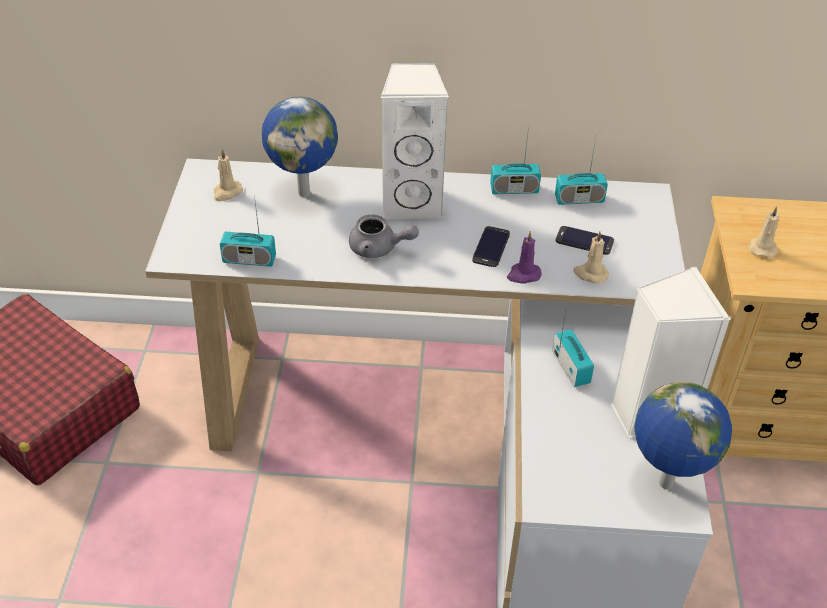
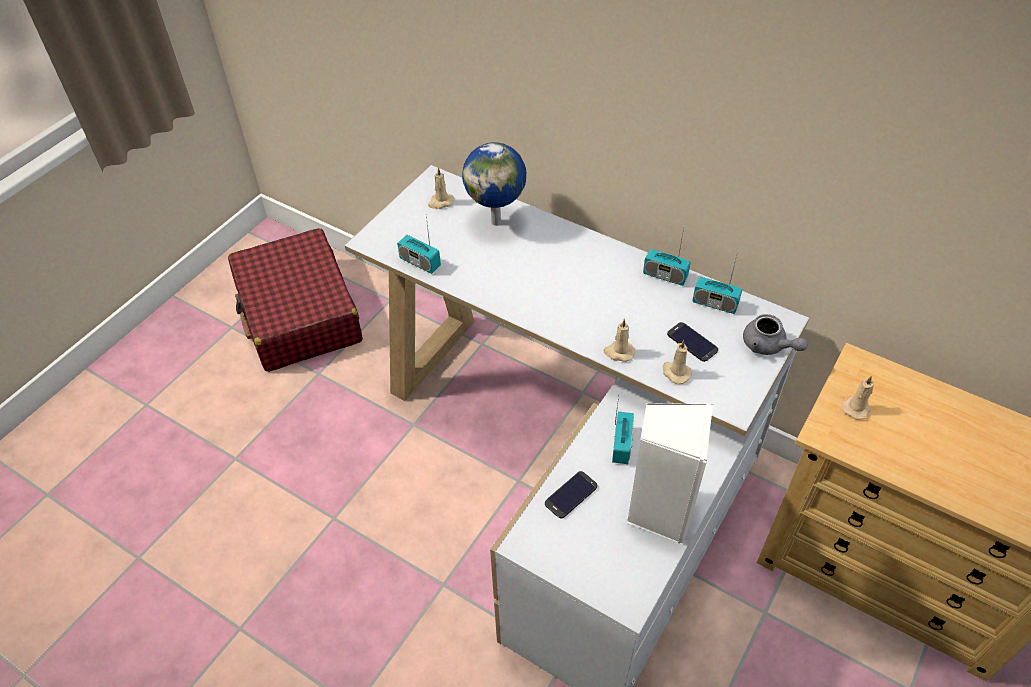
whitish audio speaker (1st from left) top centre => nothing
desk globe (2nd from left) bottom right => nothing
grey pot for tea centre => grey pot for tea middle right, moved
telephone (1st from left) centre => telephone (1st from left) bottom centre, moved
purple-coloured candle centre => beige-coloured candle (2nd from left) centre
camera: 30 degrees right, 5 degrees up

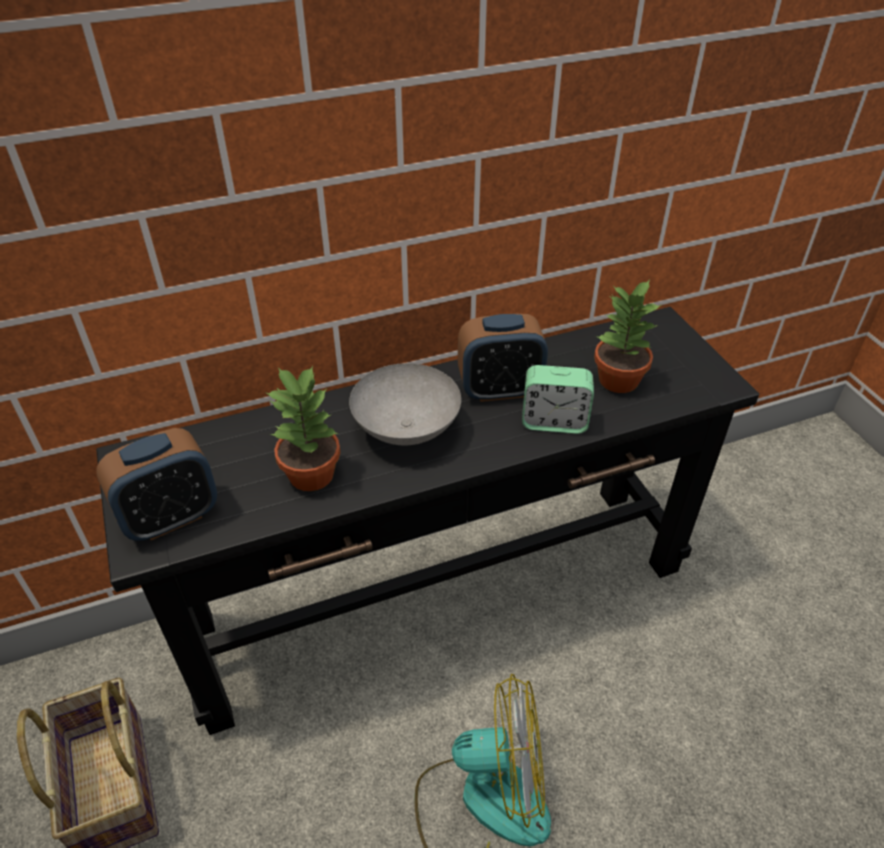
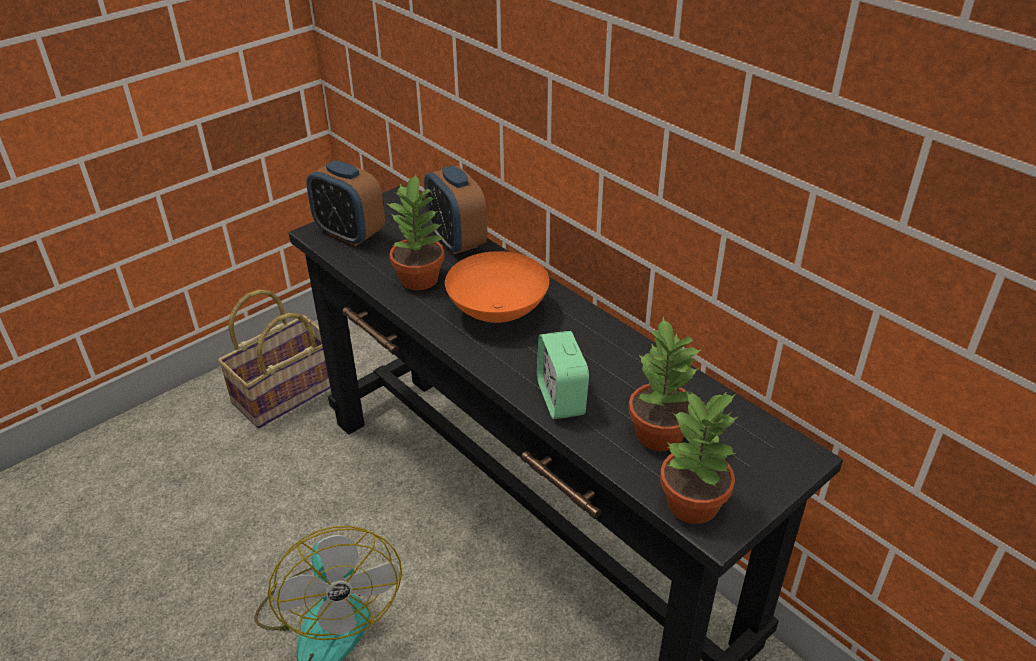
nothing => plant in a pot (3rd from left) bottom right
bedside clock (2nd from left) centre => bedside clock (2nd from left) top centre, moved
grey serving bowl centre => orange-coloured serving bowl centre
camera: 70 degrees right, 5 degrees down

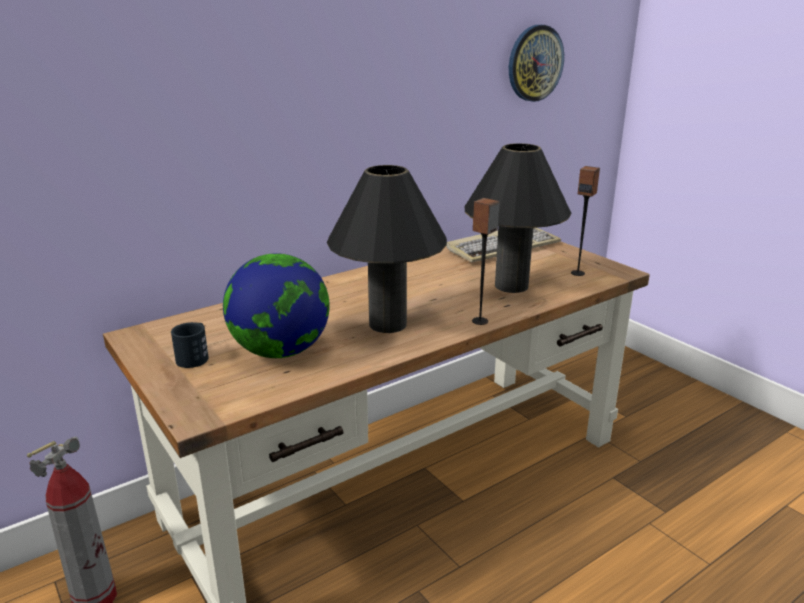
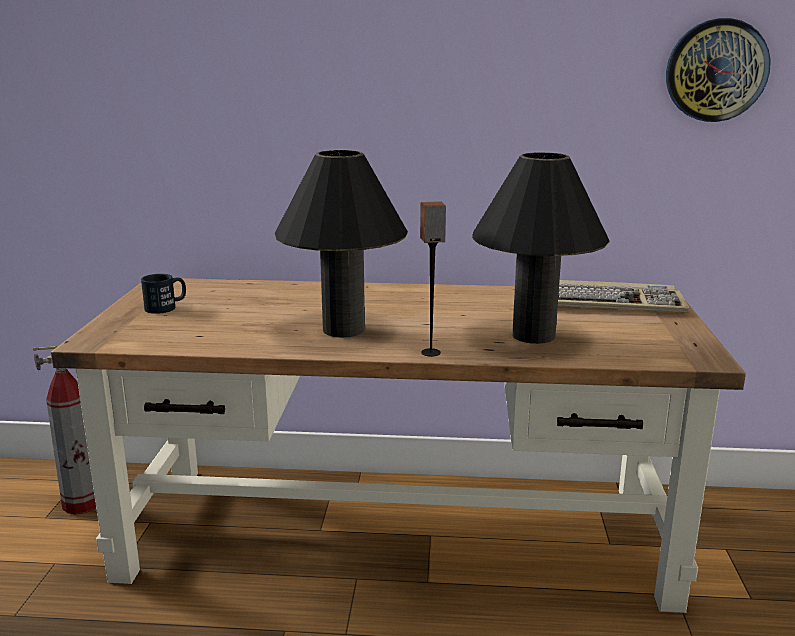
desk globe centre => nothing
audio speaker (2nd from left) middle right => nothing
camera: 40 degrees right, 5 degrees down

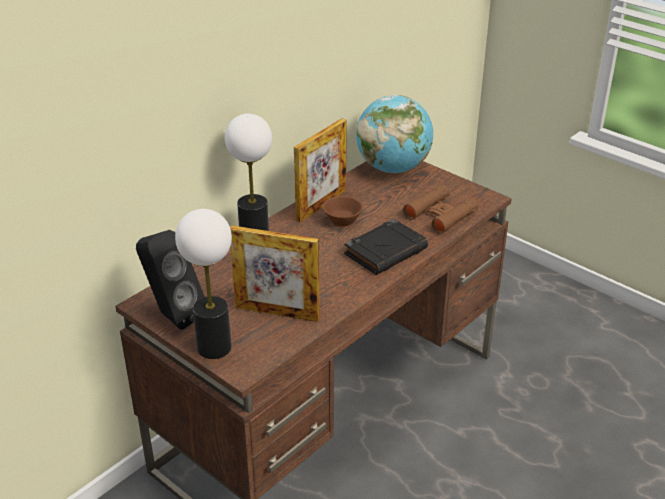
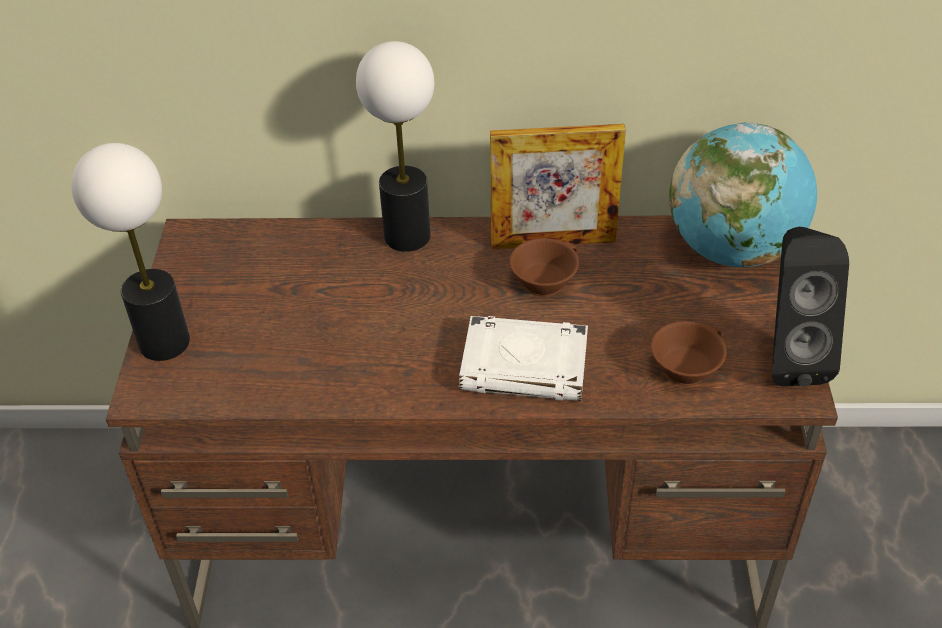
photo frame (1st from left) centre => nothing
black-coloured audio speaker middle left => black-coloured audio speaker middle right, moved
brown-coloured binoculars centre => brown-coloured small cup (2nd from left) middle right
black-coloured book centre => whitish book centre
camera: 50 degrees right, 10 degrees up

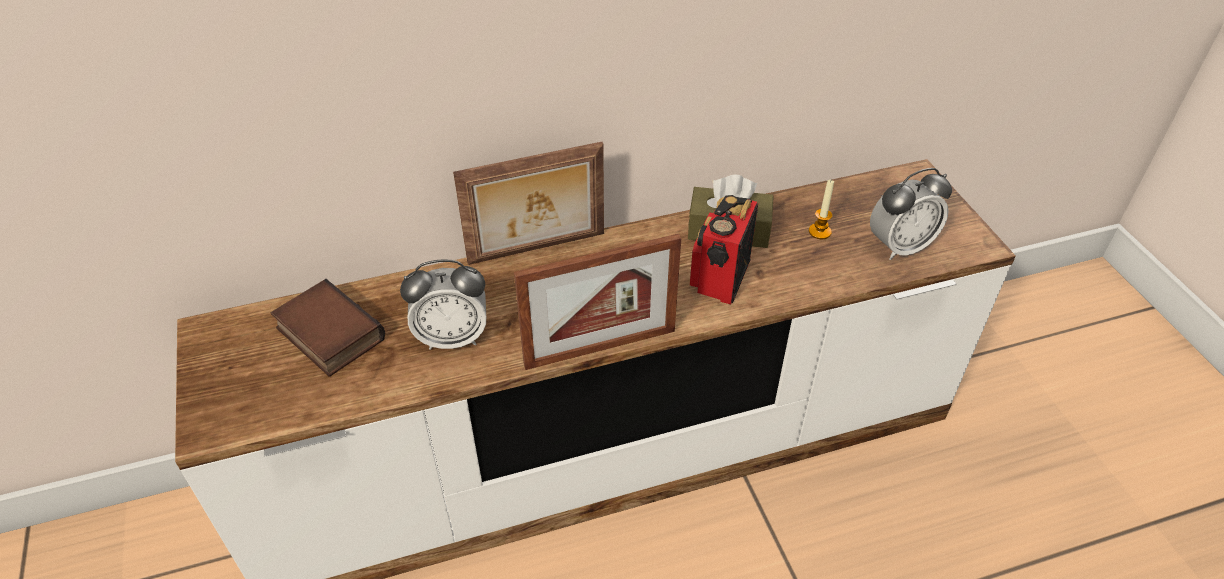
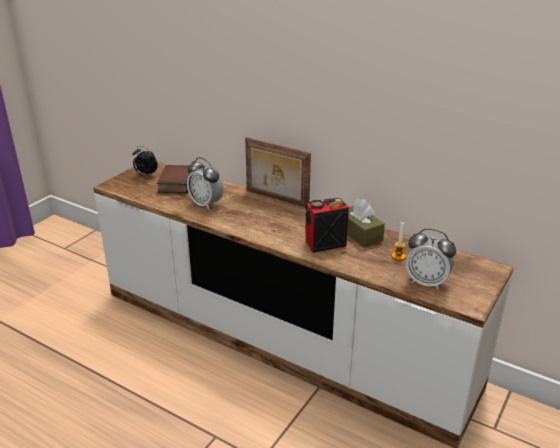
photo frame (2nd from left) centre => nothing
nothing => bedside clock (1st from left) middle left
camera: 50 degrees right, 15 degrees down

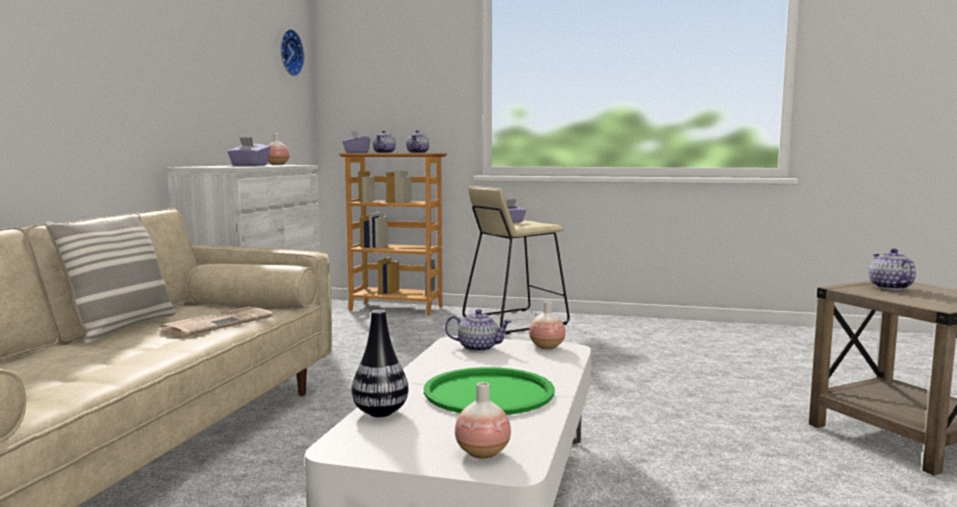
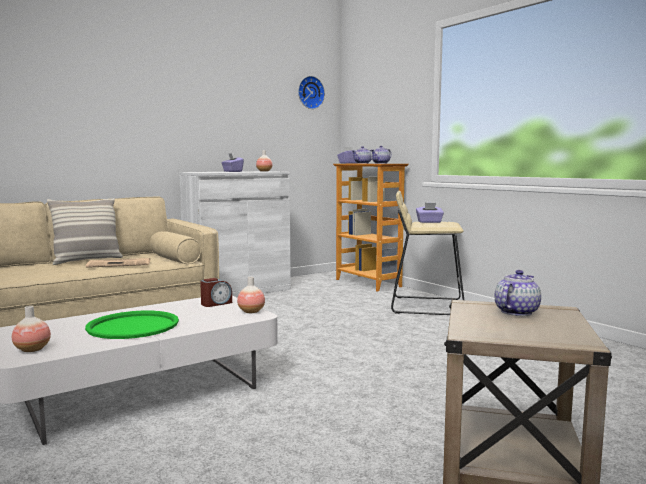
vase (2nd from left) bottom centre => nothing
pot for tea (3rd from left) centre => bedside clock centre
camera: 40 degrees right, 0 degrees up

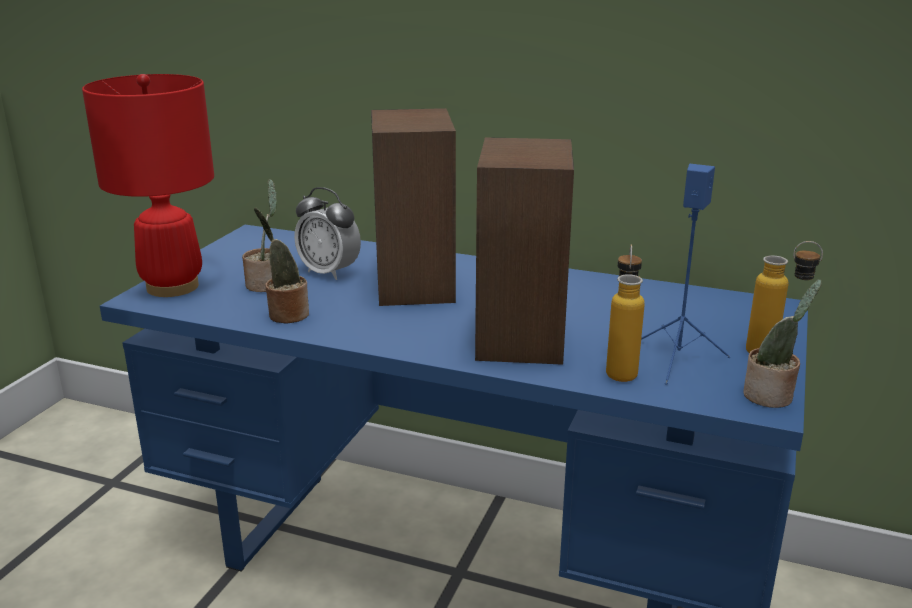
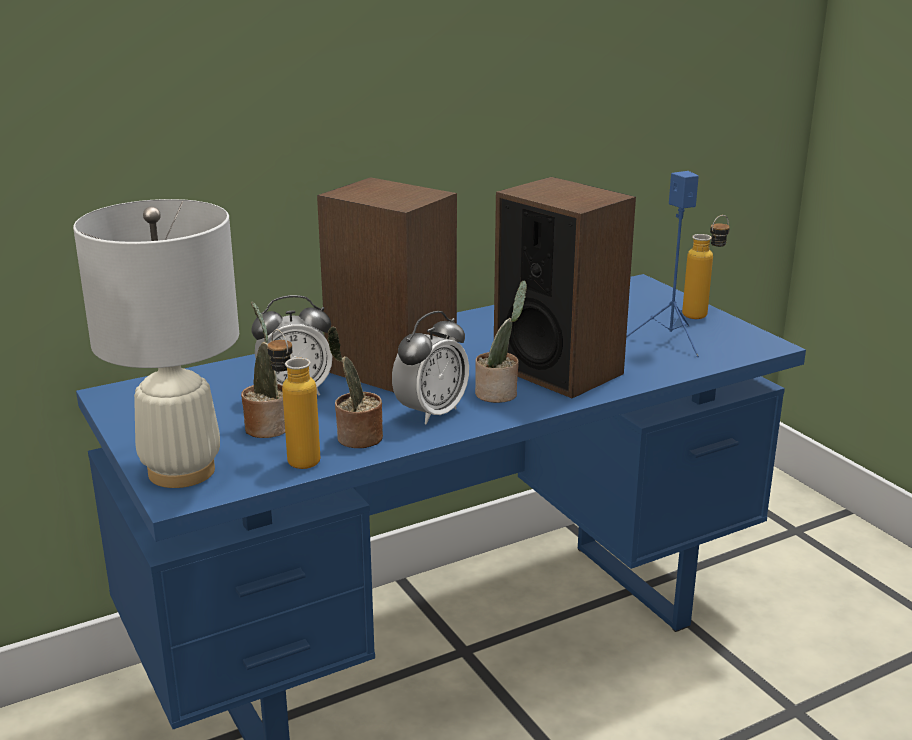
nothing => bedside clock (2nd from left) centre
beverage bottle (1st from left) middle right => beverage bottle (1st from left) middle left, moved
plant in a pot (3rd from left) middle right => plant in a pot (3rd from left) centre, moved
reddish tabletop lamp top left => whitish tabletop lamp middle left
camera: 50 degrees left, 0 degrees up

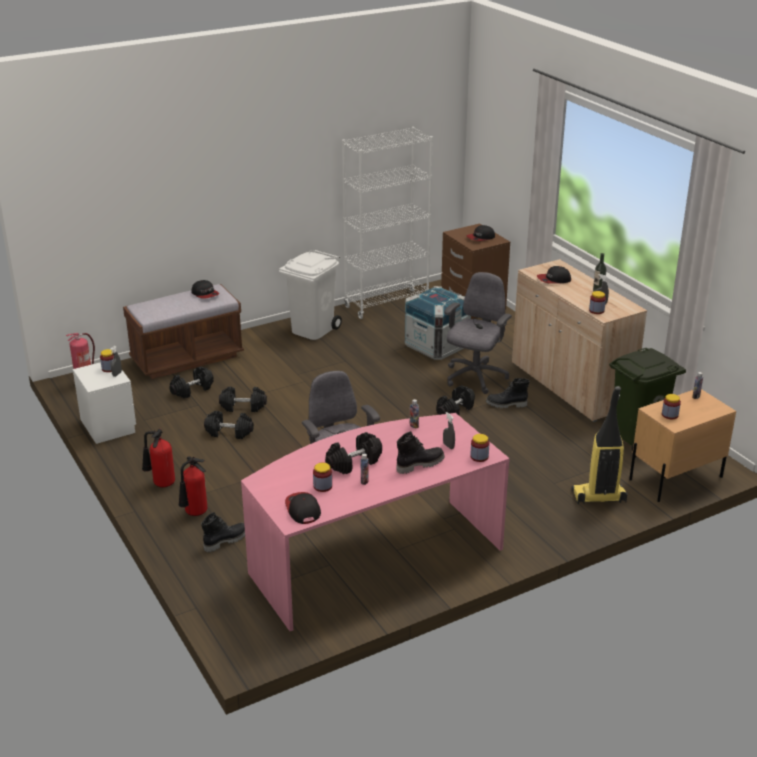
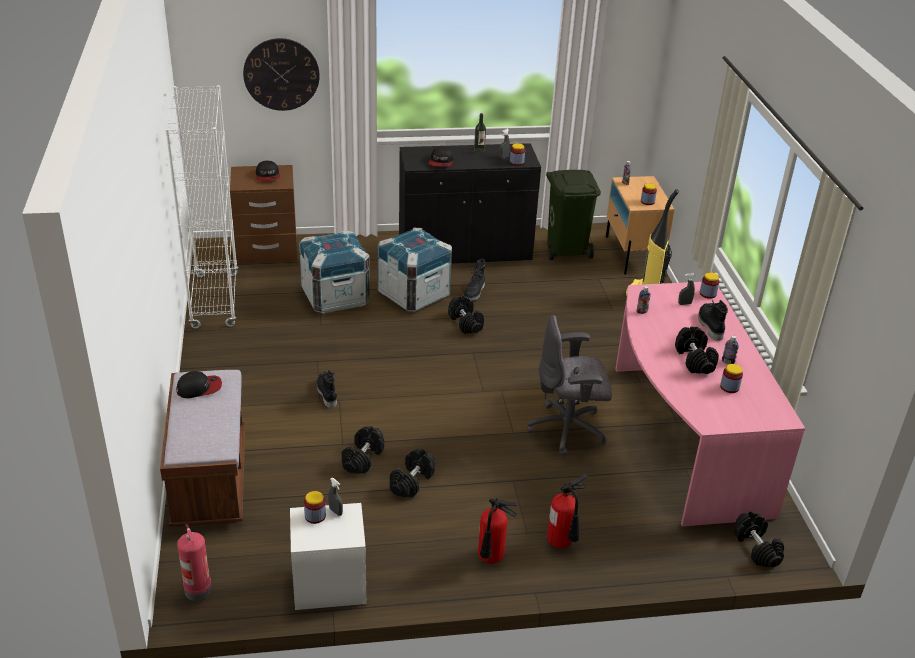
whitish waste bin centre => nothing
baseball cap (2nd from left) bottom centre => nothing
nothing => clock on the wall top left
black-coloured hand weight (1st from left in the first image) middle left => black-coloured hand weight (5th from left) bottom right, moved
black-coloured boot (1st from left) bottom left => black-coloured boot (1st from left) centre, moved
grey office chair (2nd from left) centre => shipping crate (2nd from left) centre
beige-coloured cupboard middle right => black-coloured cupboard top centre
camera: 70 degrees left, 5 degrees up

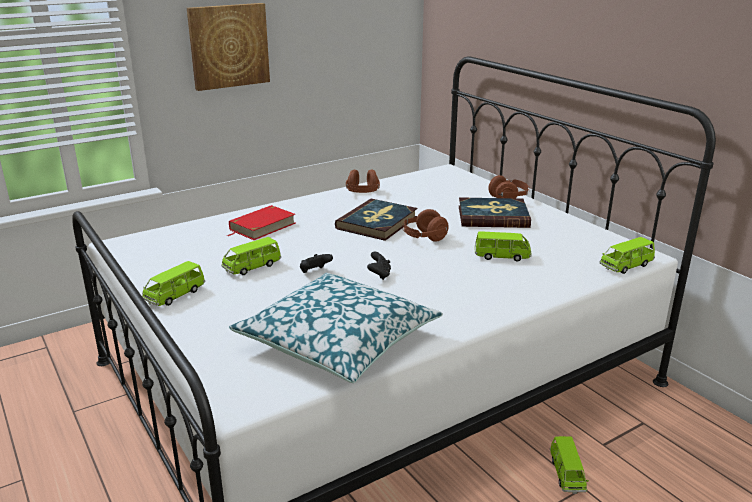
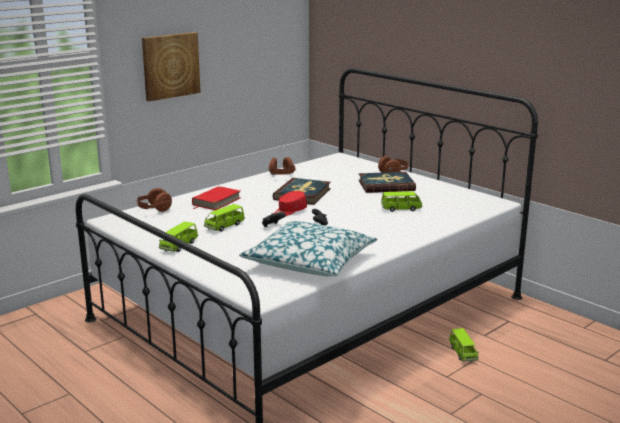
green-coloured miniature car (5th from left) middle right => nothing
nothing => reddish baseball cap centre
brown-coloured headset (2nd from left in the first image) centre => brown-coloured headset (1st from left) middle left, moved
camera: 10 degrees left, 5 degrees down

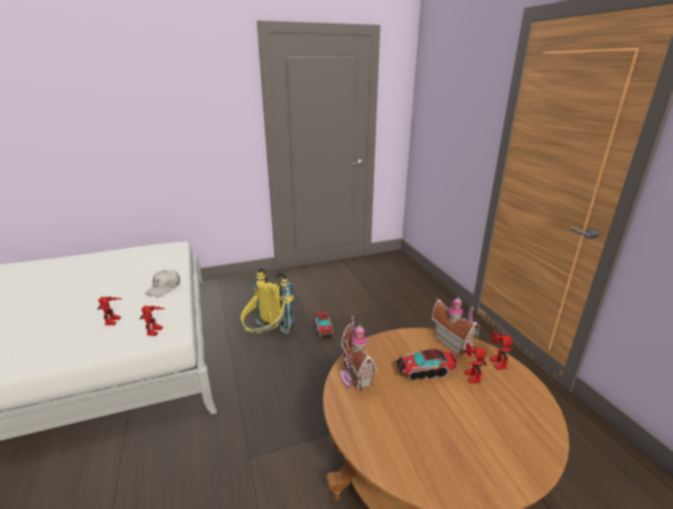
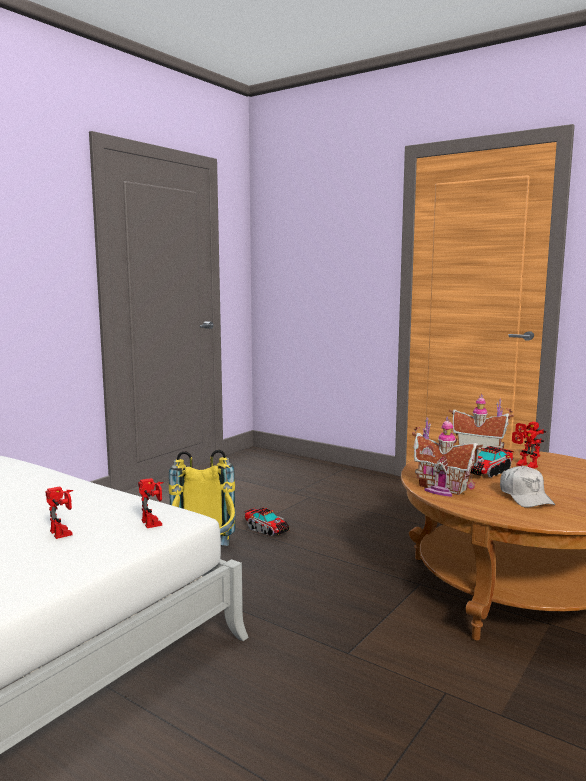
whitish baseball cap middle left => whitish baseball cap middle right, moved
camera: 35 degrees left, 15 degrees down

